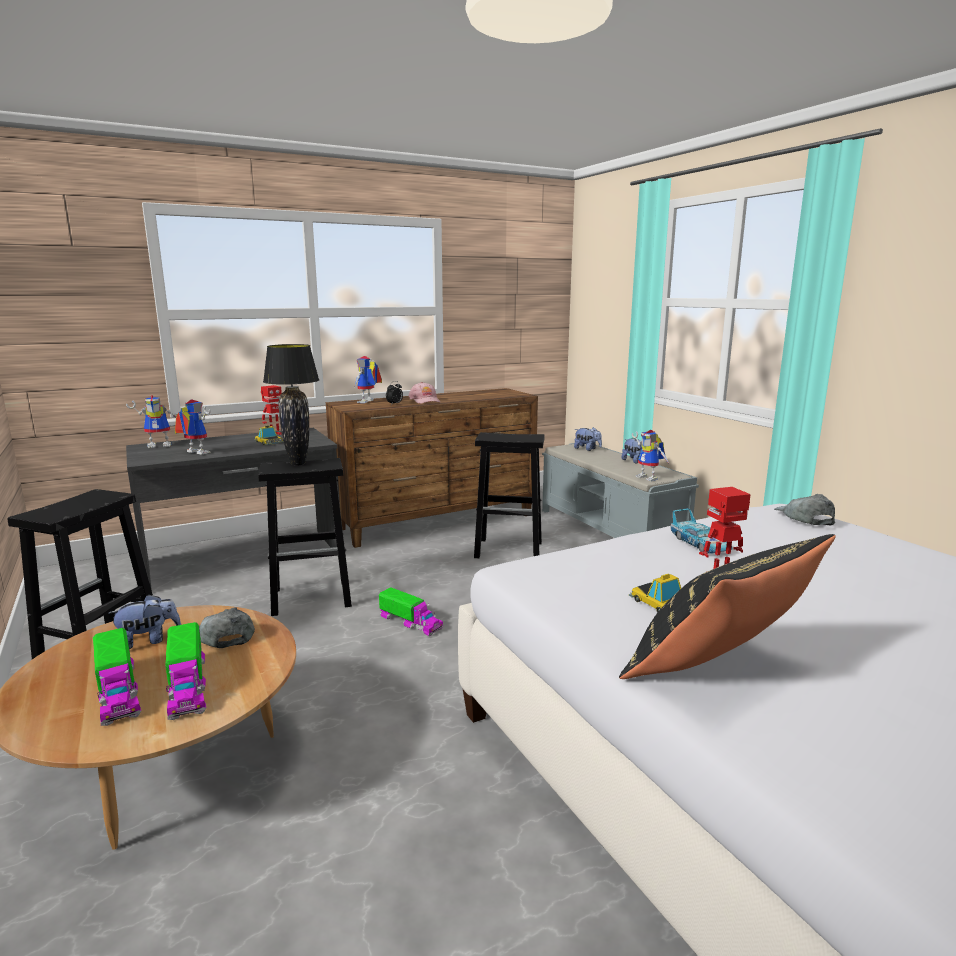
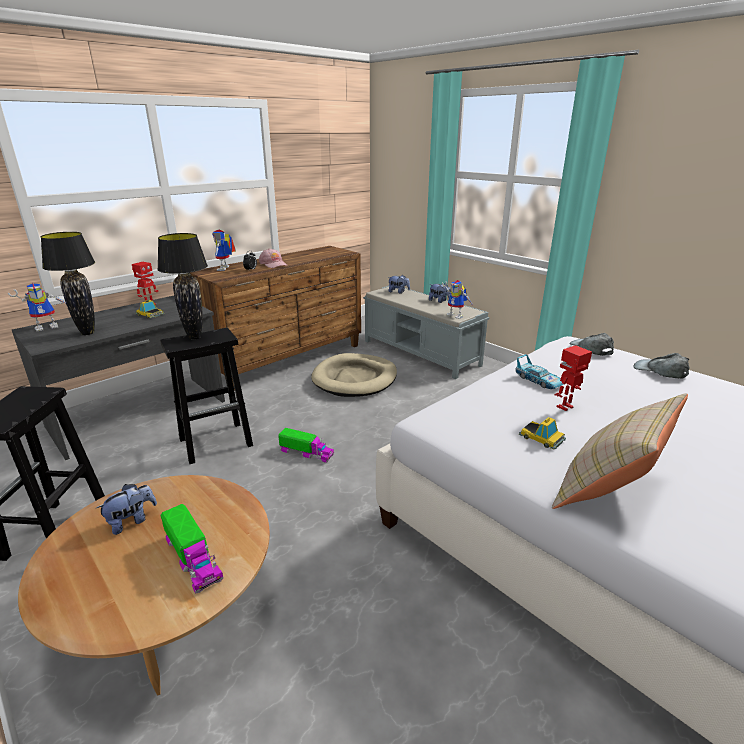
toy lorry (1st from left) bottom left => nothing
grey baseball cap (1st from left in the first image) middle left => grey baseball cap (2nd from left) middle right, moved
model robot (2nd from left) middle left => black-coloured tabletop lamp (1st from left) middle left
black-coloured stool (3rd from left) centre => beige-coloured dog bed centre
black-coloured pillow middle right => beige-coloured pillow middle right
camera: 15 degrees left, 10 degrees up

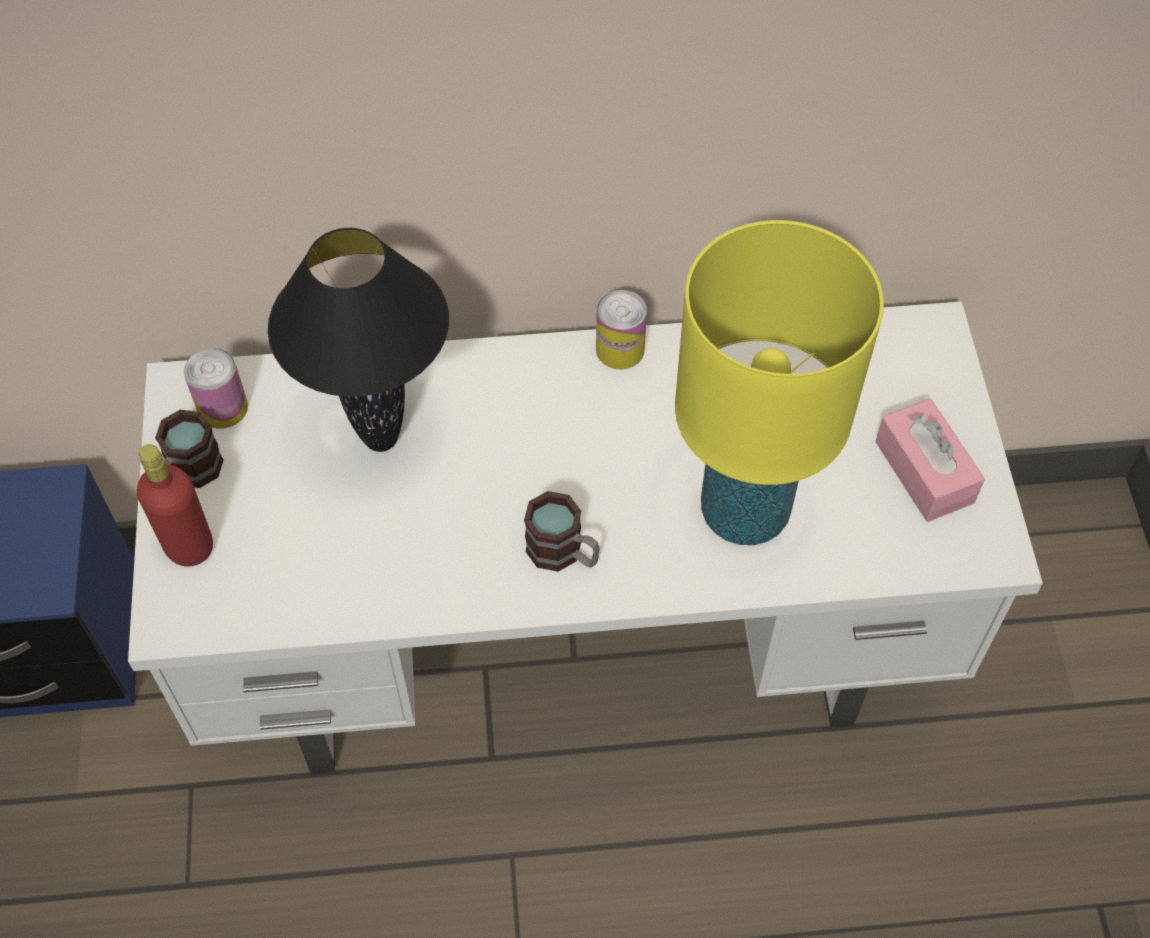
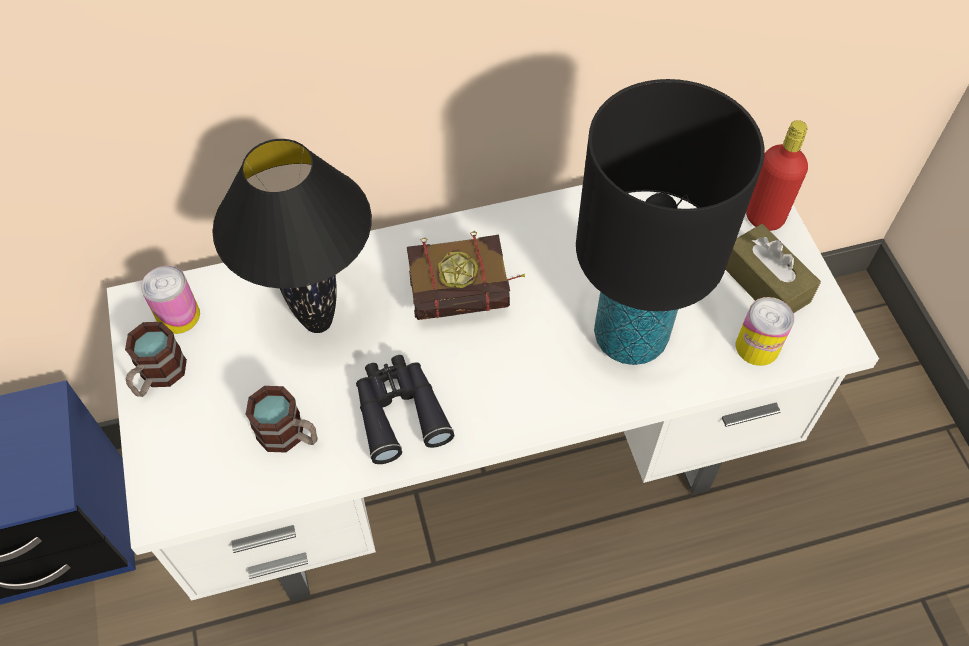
nothing => black-coloured binoculars centre
nothing => book centre
reddish beverage bottle middle left => reddish beverage bottle top right, moved
coffee mug (2nd from left) centre => coffee mug (2nd from left) middle left, moved
sealed can (2nd from left) centre => sealed can (2nd from left) middle right, moved
yellow-coloured tabletop lamp middle right => black-coloured tabletop lamp (2nd from left) middle right
pink-coloured tissue holder middle right => brown-coloured tissue holder middle right
camera: 10 degrees left, 0 degrees up

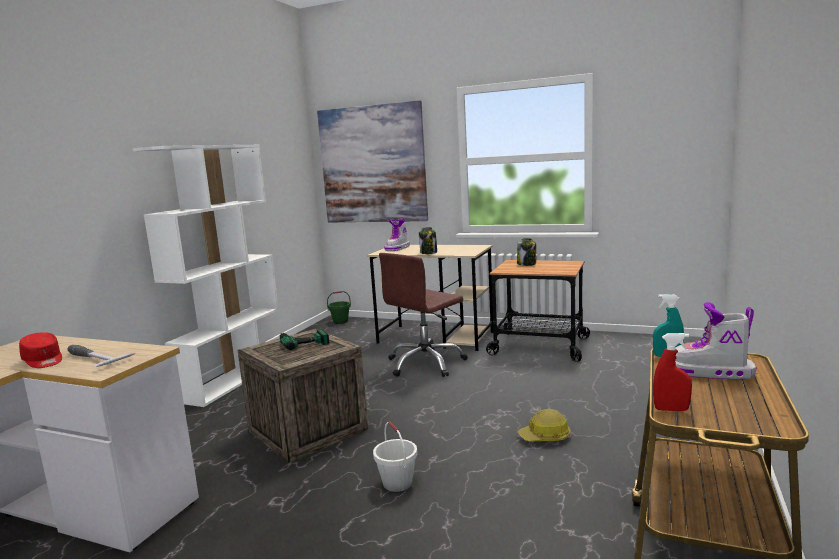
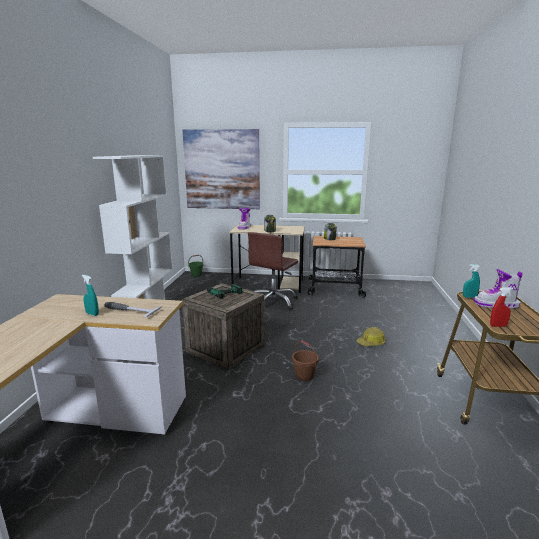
reddish baseball cap middle left => turquoise sprayer (1st from left) middle left
whitish bucket bottom centre => brown-coloured bucket bottom centre
camera: 15 degrees left, 5 degrees up

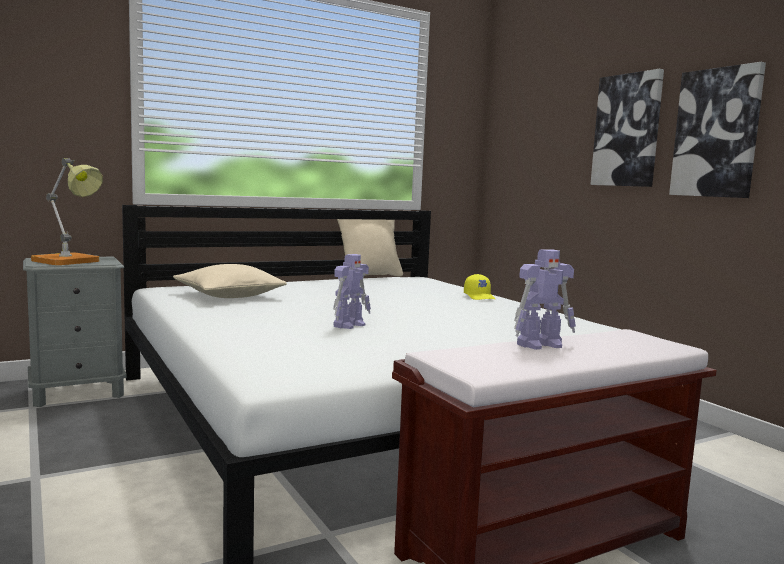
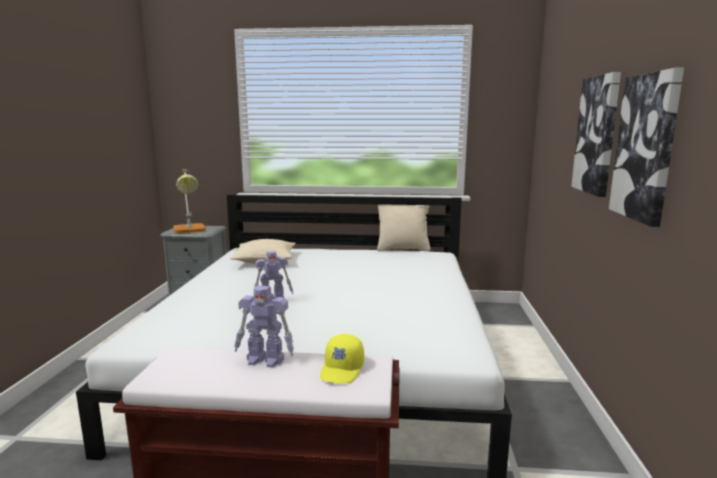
yellow-coloured baseball cap centre => yellow-coloured baseball cap bottom centre, moved
camera: 35 degrees right, 5 degrees up

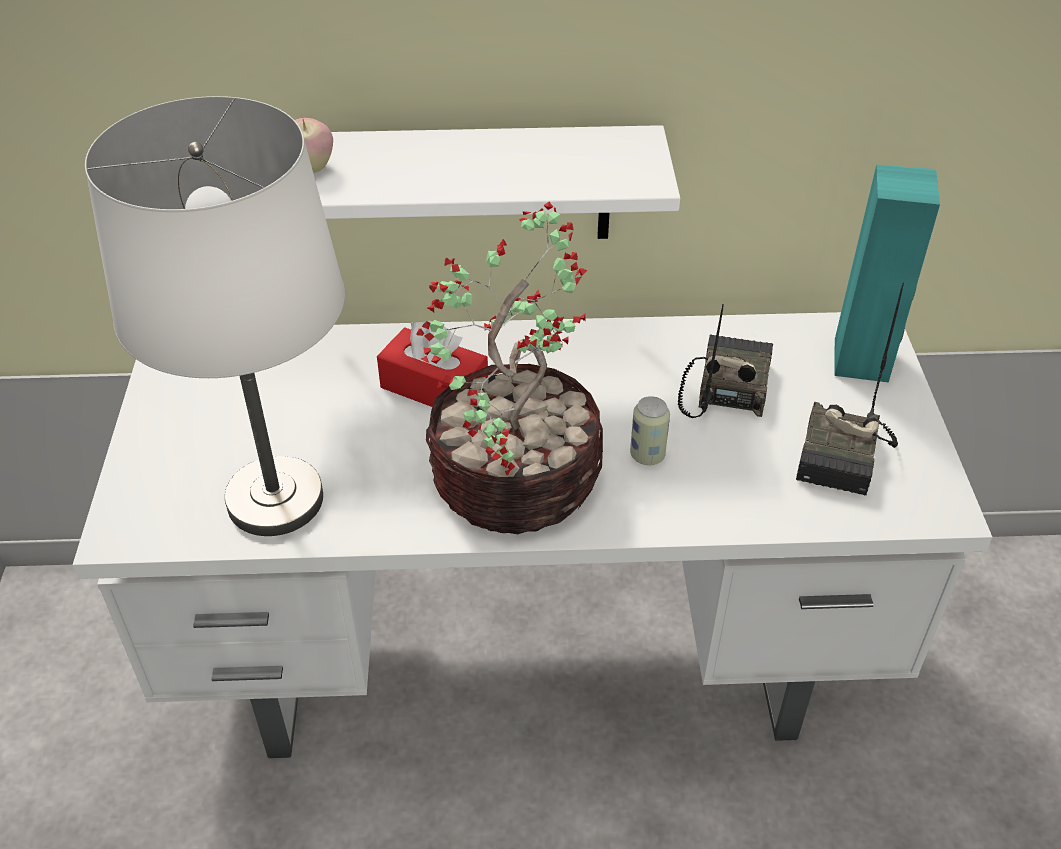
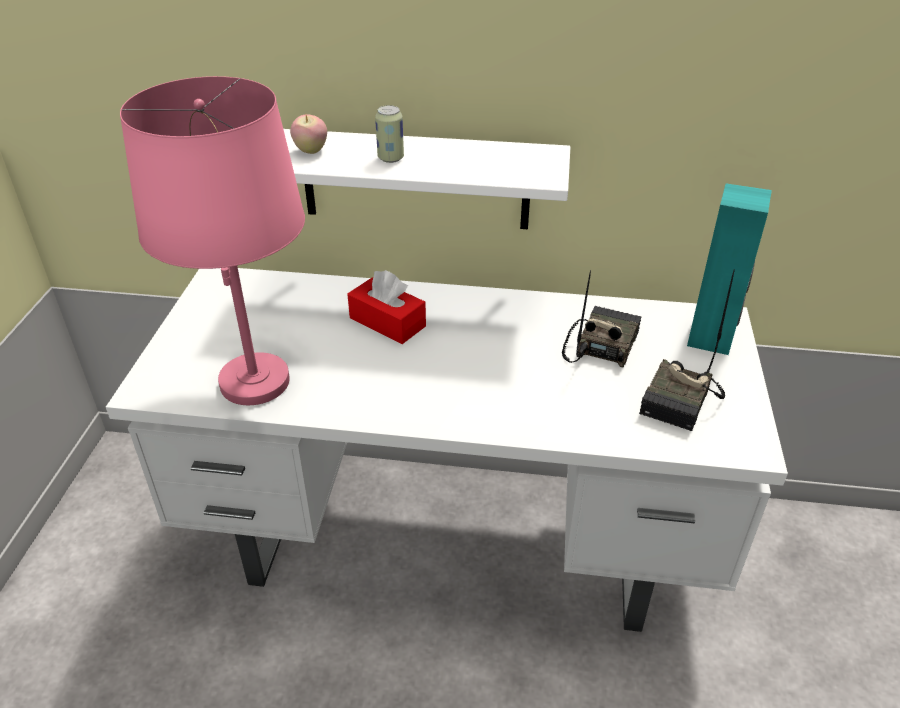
plant in a pot centre => nothing
sealed can centre => sealed can top centre, moved
whitish tabletop lamp middle left => pink-coloured tabletop lamp middle left
camera: 10 degrees right, 5 degrees down

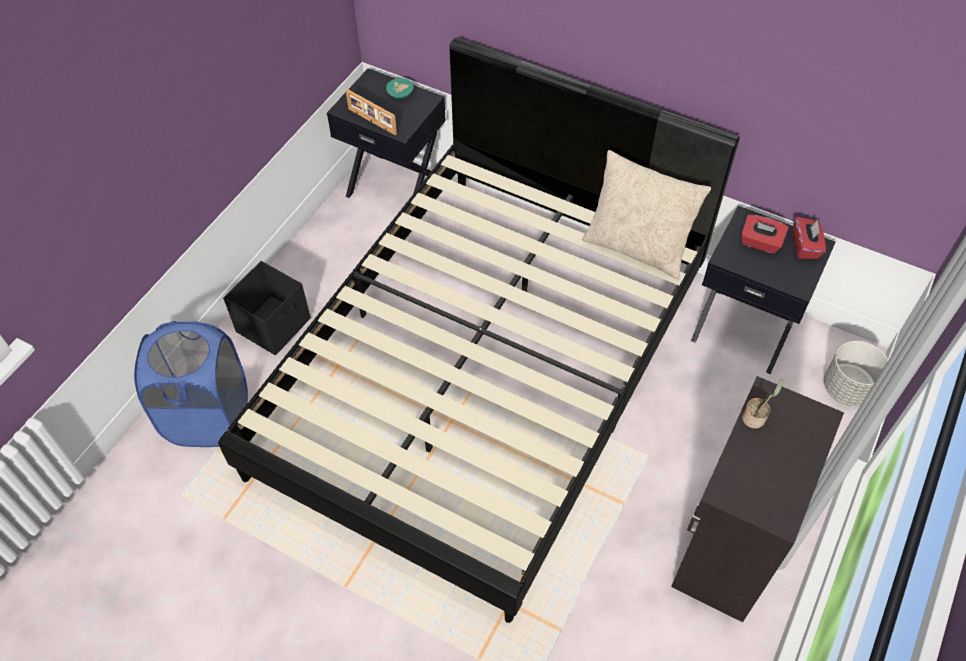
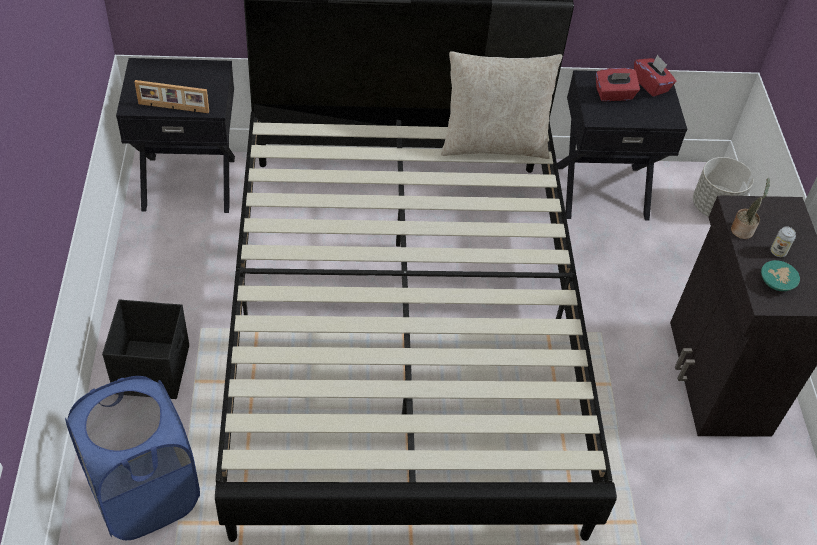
nothing => sealed can middle right
turquoise serving bowl top centre => turquoise serving bowl middle right, moved
camera: 35 degrees left, 5 degrees down

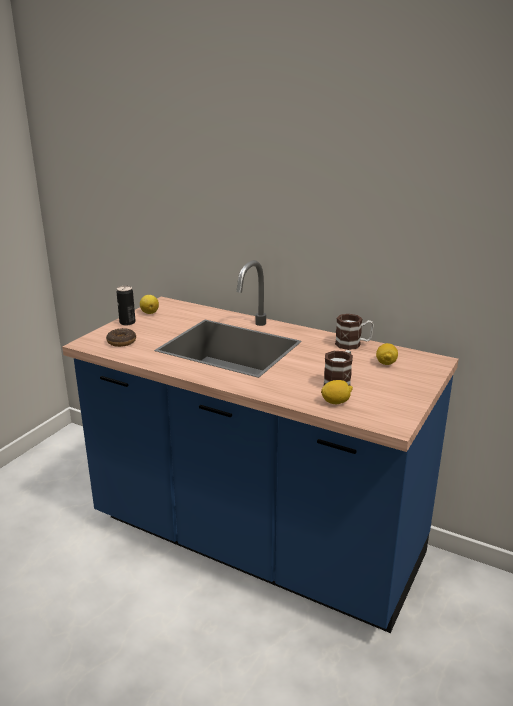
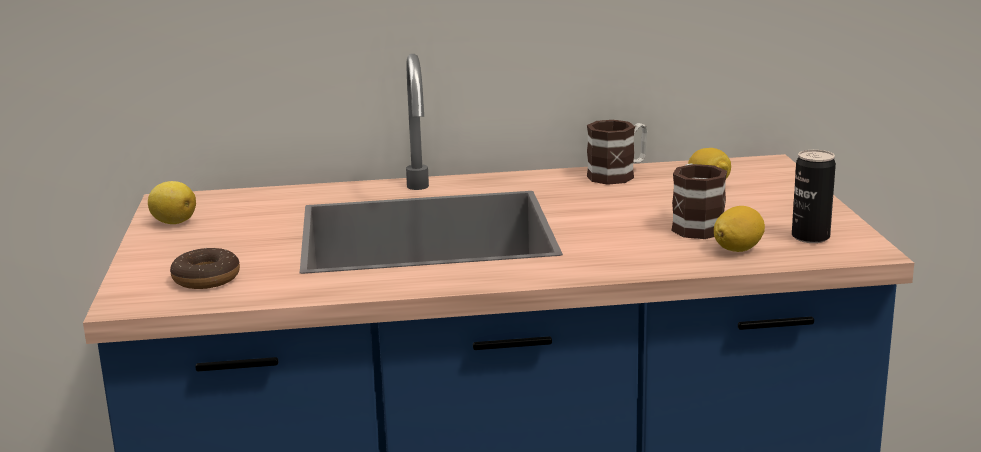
sealed can middle left => sealed can middle right, moved
camera: 35 degrees left, 5 degrees down

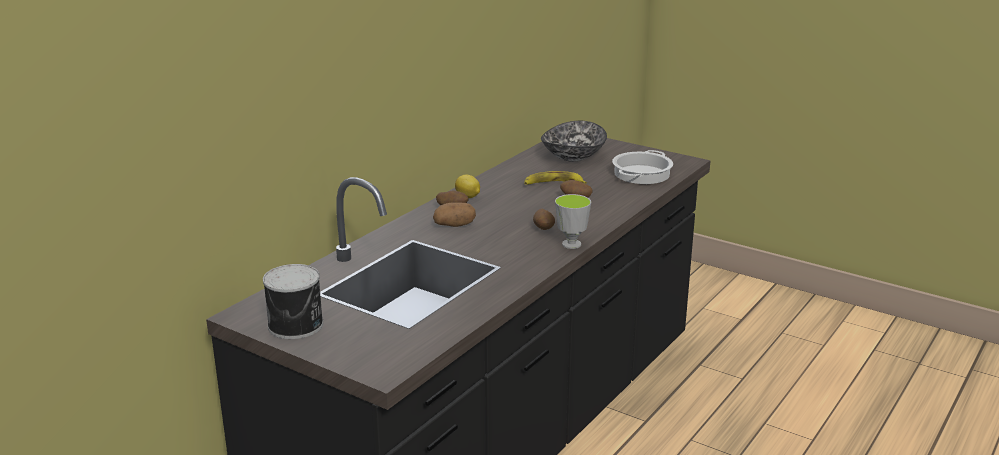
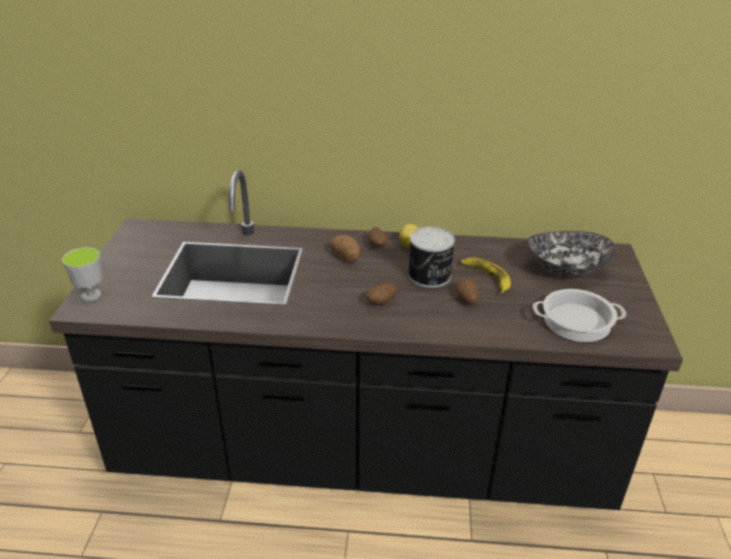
sealed can middle left => sealed can centre, moved
small cup centre => small cup middle left, moved
camera: 60 degrees right, 10 degrees up

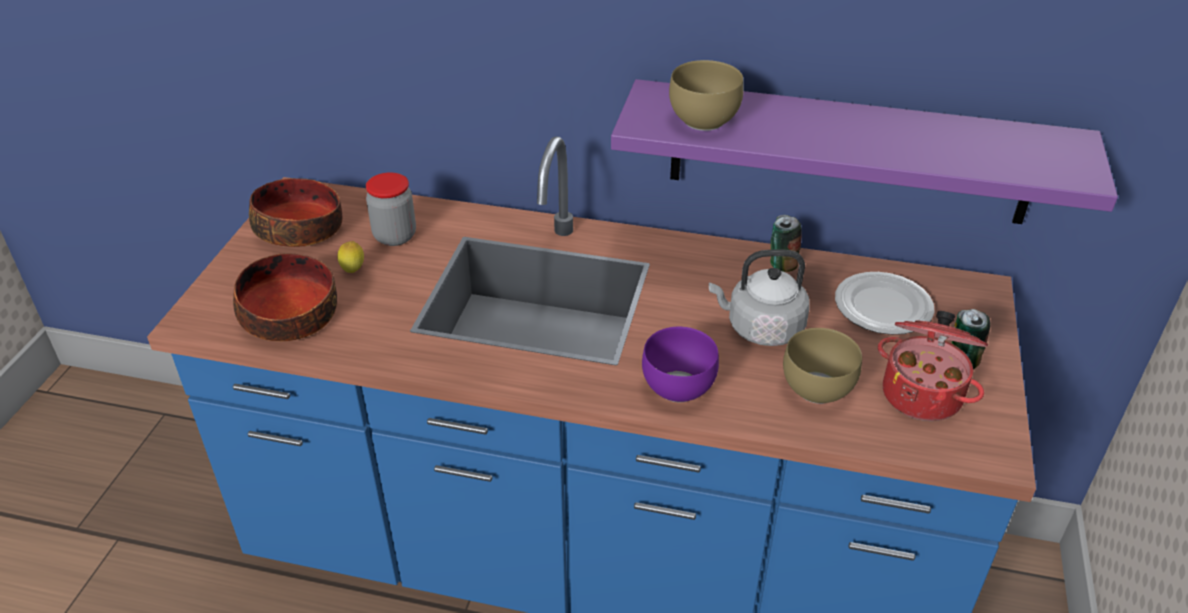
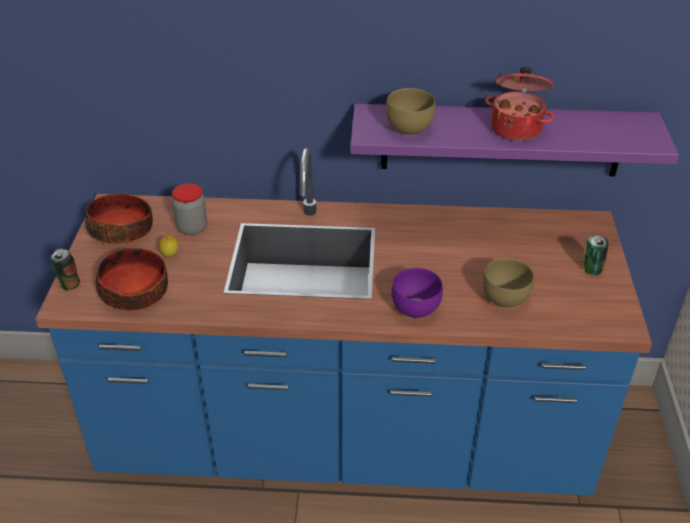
grey kettle centre => nothing
dinner plate middle right => nothing
sealed can (1st from left) centre => sealed can (1st from left) middle left, moved
stockpot middle right => stockpot top right, moved
camera: 10 degrees left, 0 degrees up

